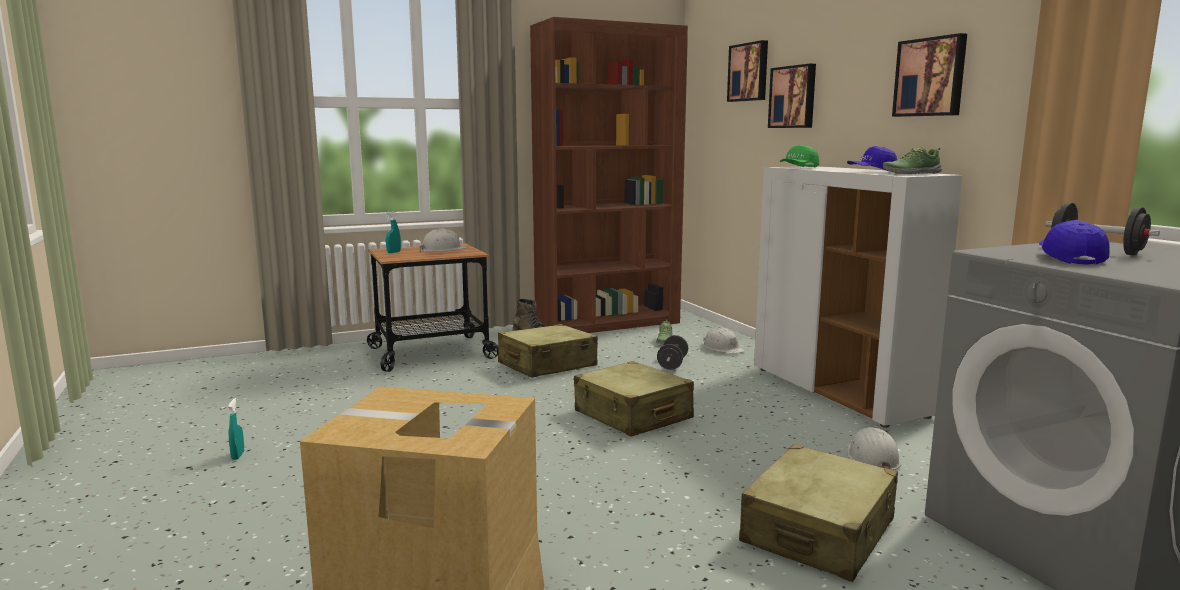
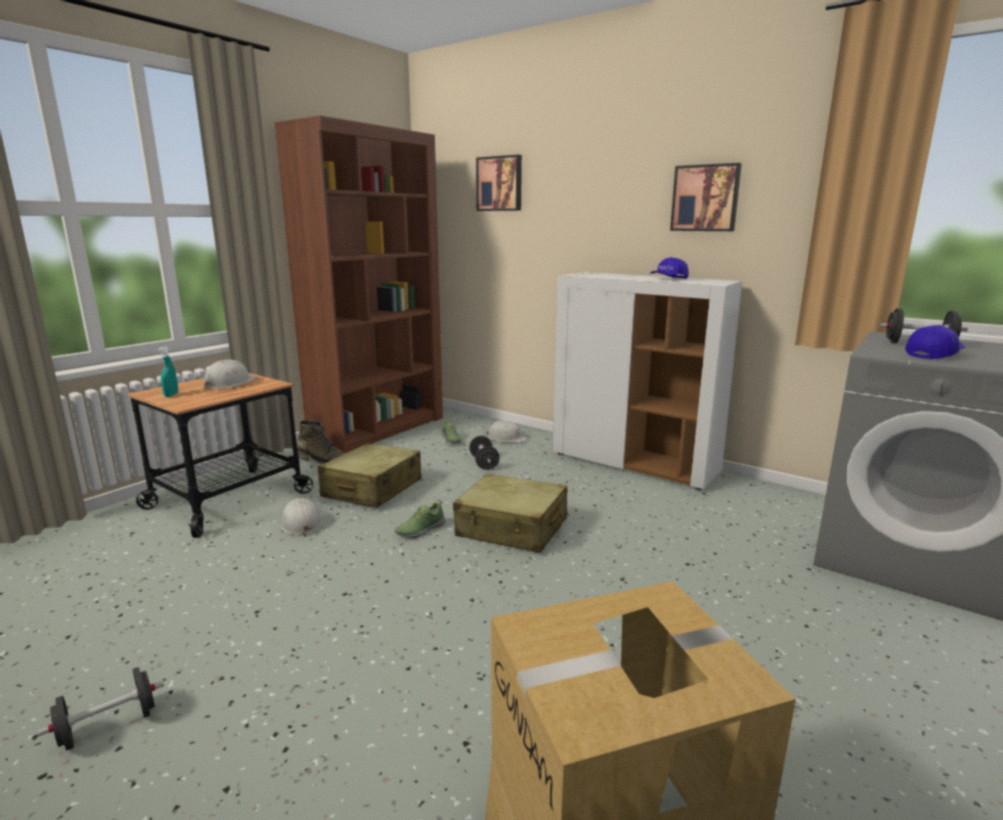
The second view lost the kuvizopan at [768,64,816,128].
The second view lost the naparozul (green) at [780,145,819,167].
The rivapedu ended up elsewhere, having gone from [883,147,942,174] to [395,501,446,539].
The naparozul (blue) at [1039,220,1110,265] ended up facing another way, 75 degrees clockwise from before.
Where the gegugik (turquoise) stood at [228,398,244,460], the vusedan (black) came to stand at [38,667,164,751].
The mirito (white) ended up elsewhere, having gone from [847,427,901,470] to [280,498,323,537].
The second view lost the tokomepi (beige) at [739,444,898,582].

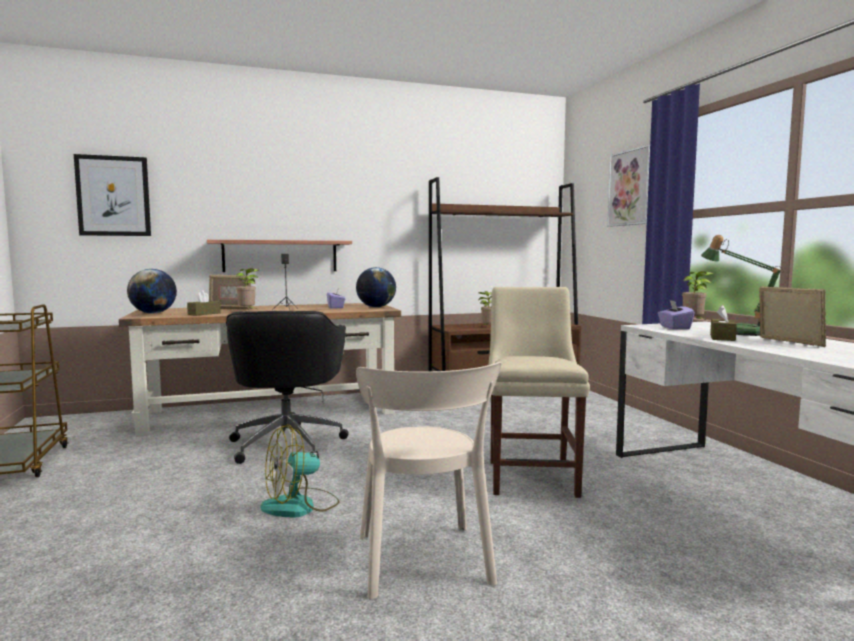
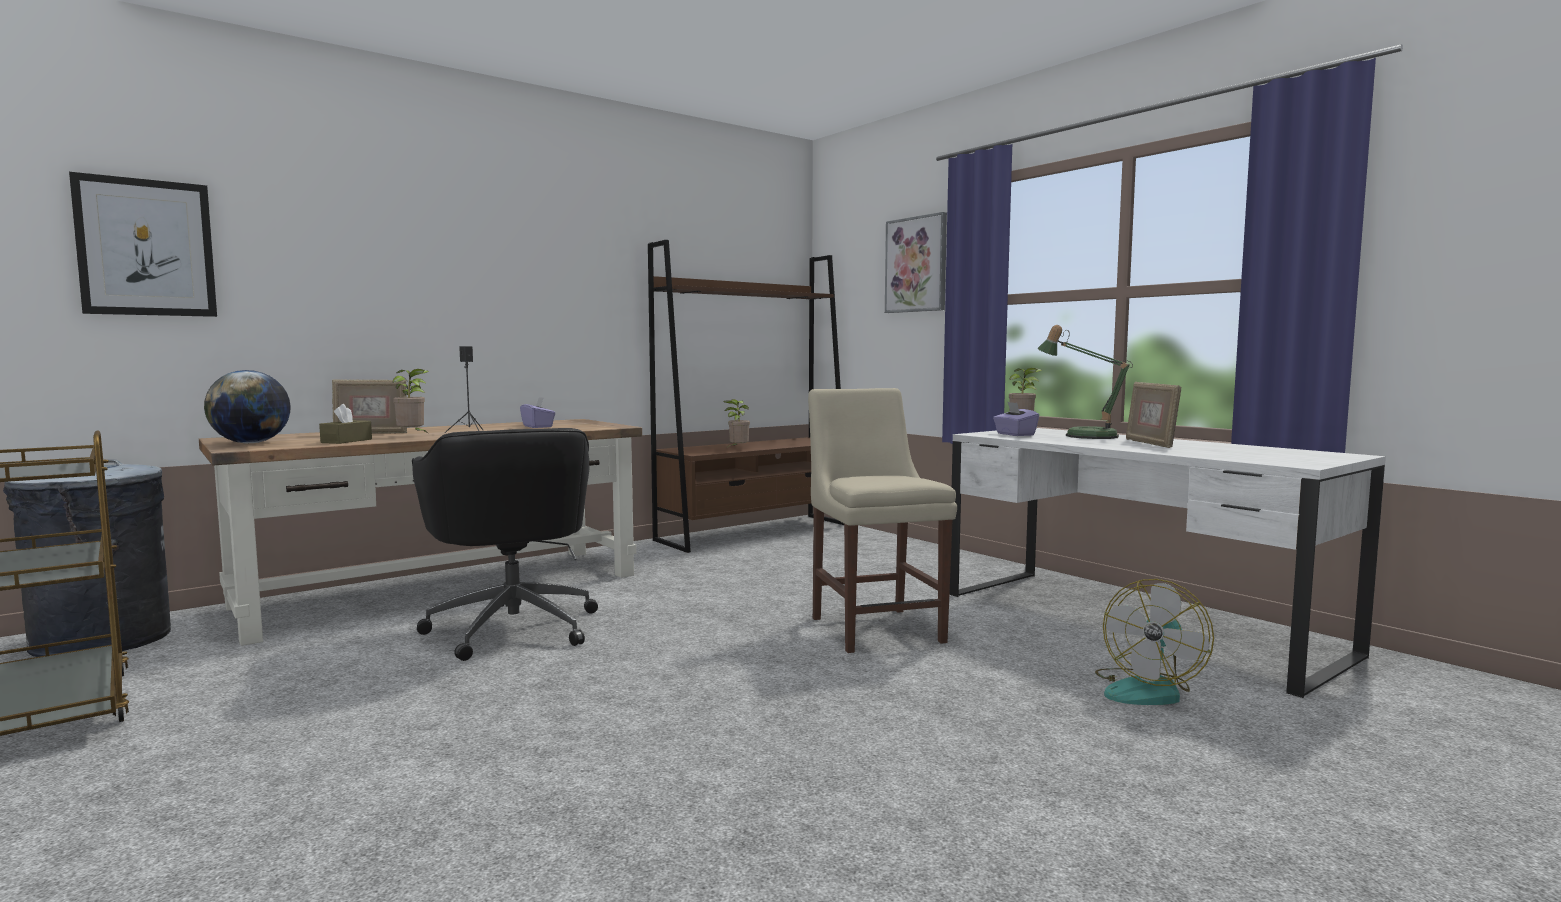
The second view lost the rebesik at [207,240,352,272].
The second view lost the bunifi at [356,267,396,307].
The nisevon at [759,286,826,347] ended up facing another way, 150 degrees counterclockwise from before.
The second view lost the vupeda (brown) at [710,305,737,341].
The second view lost the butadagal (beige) at [356,362,502,599].
The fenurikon ended up elsewhere, having gone from [260,424,340,518] to [1095,579,1214,705].
The second view gained the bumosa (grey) at [3,460,171,657].

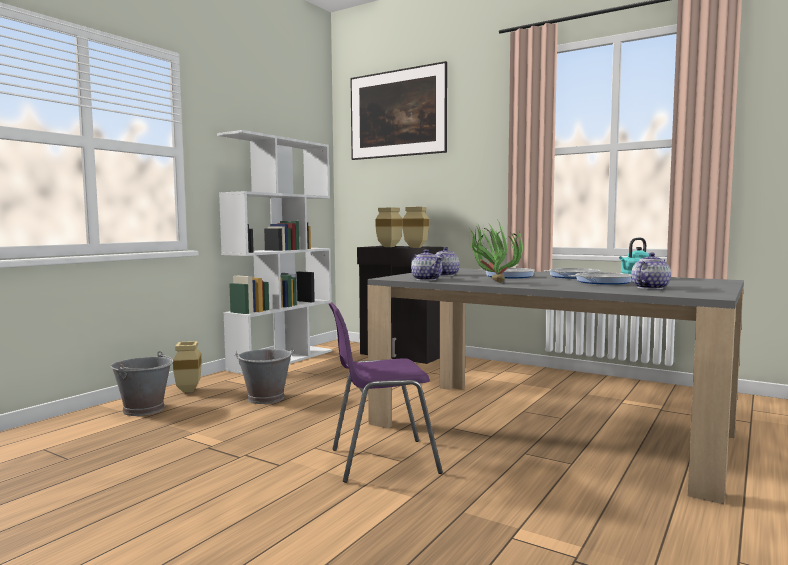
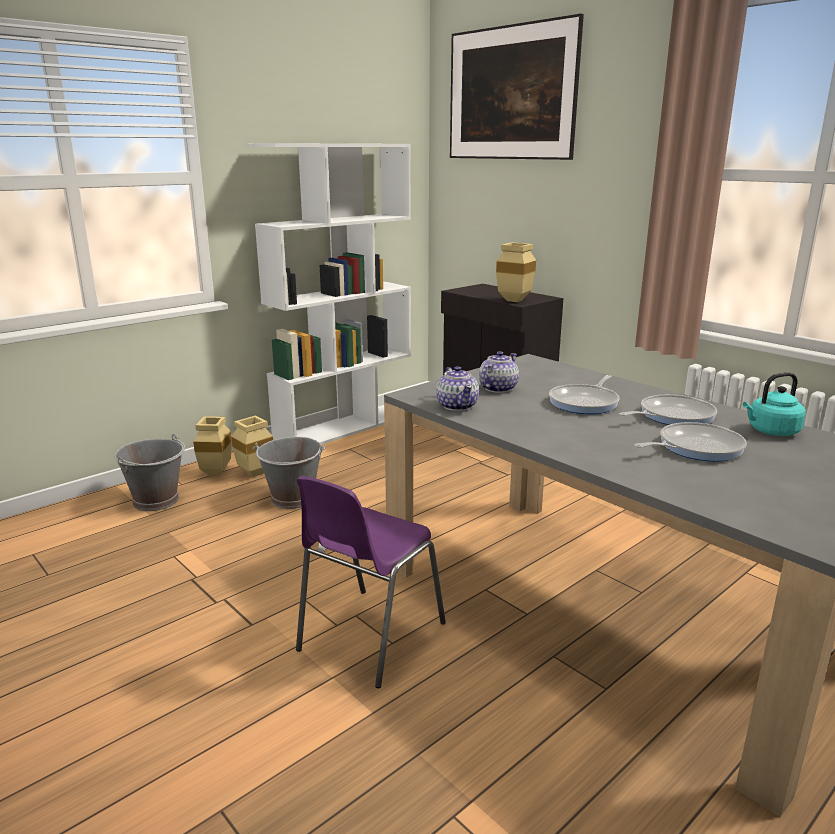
The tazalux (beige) ended up elsewhere, having gone from [375,208,403,247] to [231,416,273,477].
The second view lost the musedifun at [468,219,523,283].
The second view lost the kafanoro at [631,253,671,289].
The butadagal (purple) at [329,302,443,483] ended up facing another way, 60 degrees counterclockwise from before.

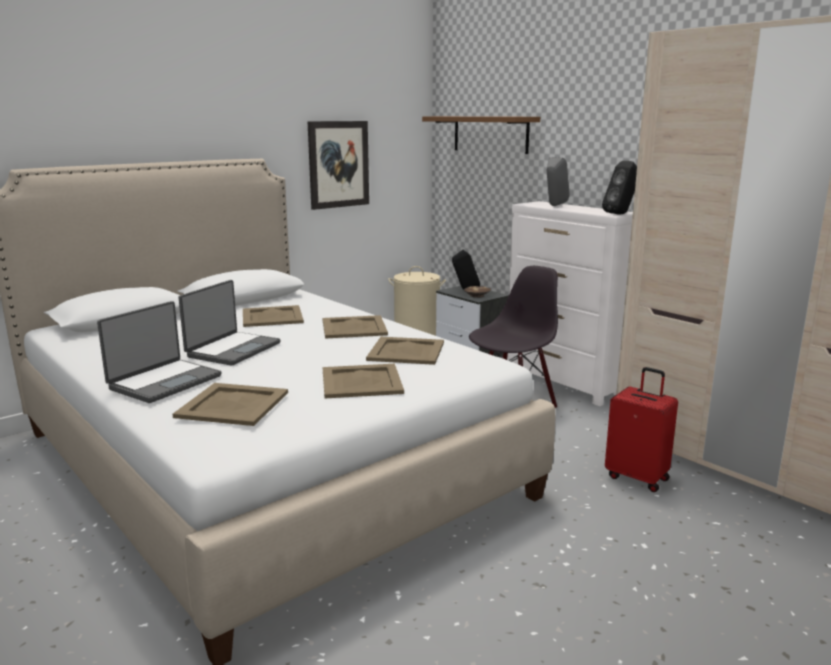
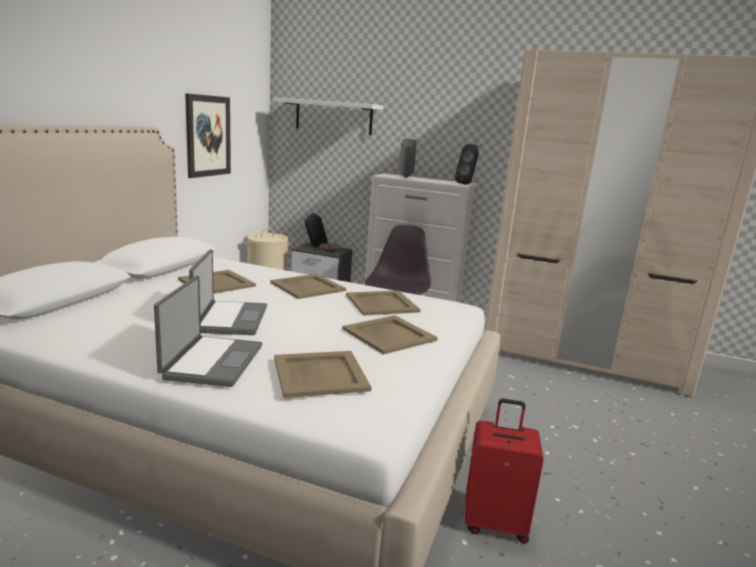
What was the rebesik (brown) at [422,116,540,154] turned into the rebesik (white) at [273,97,384,135].
The tokomepi (red) ended up elsewhere, having gone from [605,367,678,492] to [465,398,544,544].

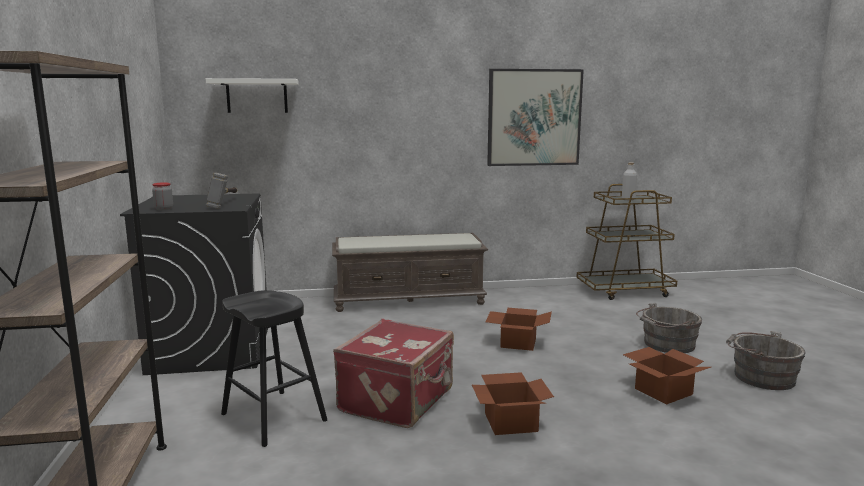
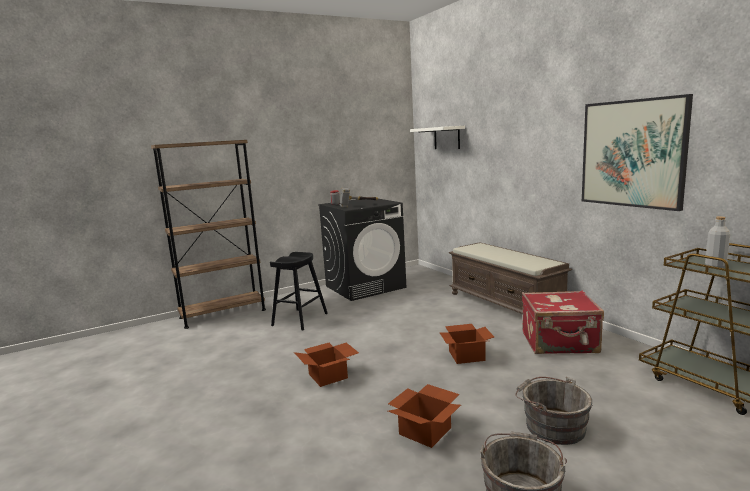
The tokomepi (red) ended up elsewhere, having gone from [333,319,454,428] to [522,290,604,354].

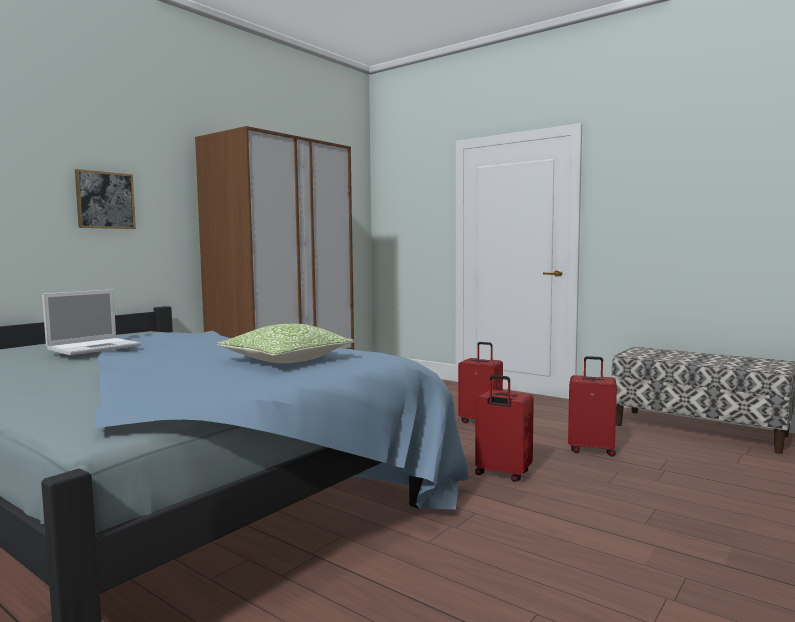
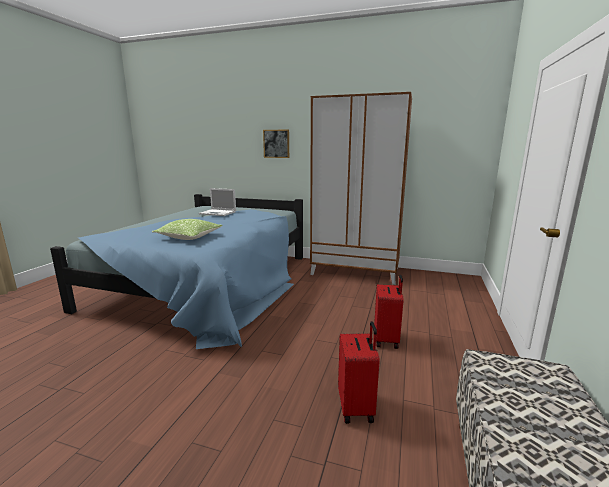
The second view lost the tokomepi (red) at [475,375,534,482].

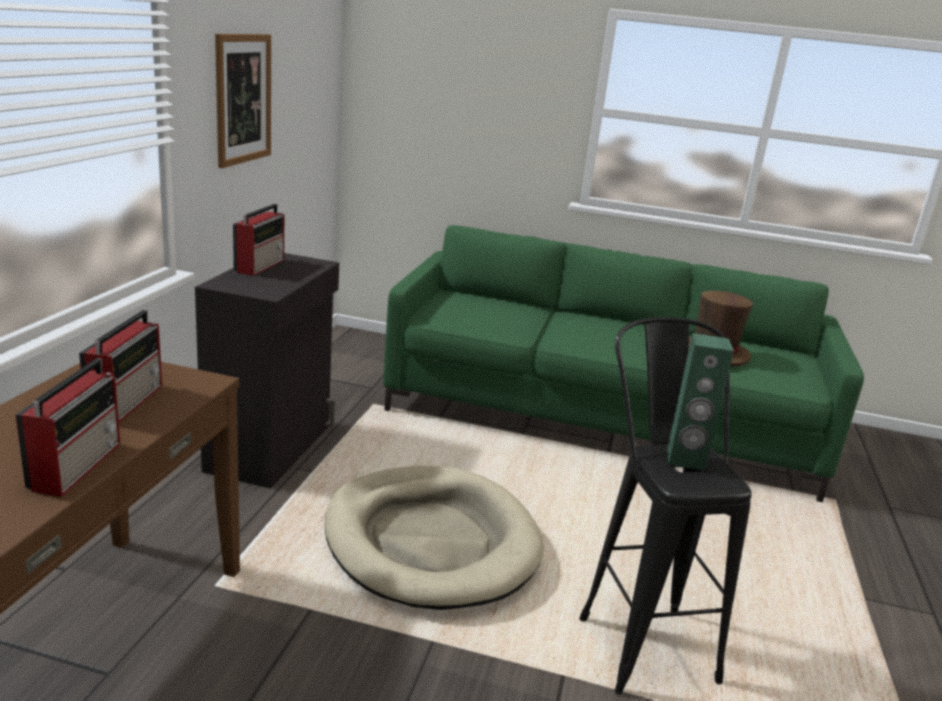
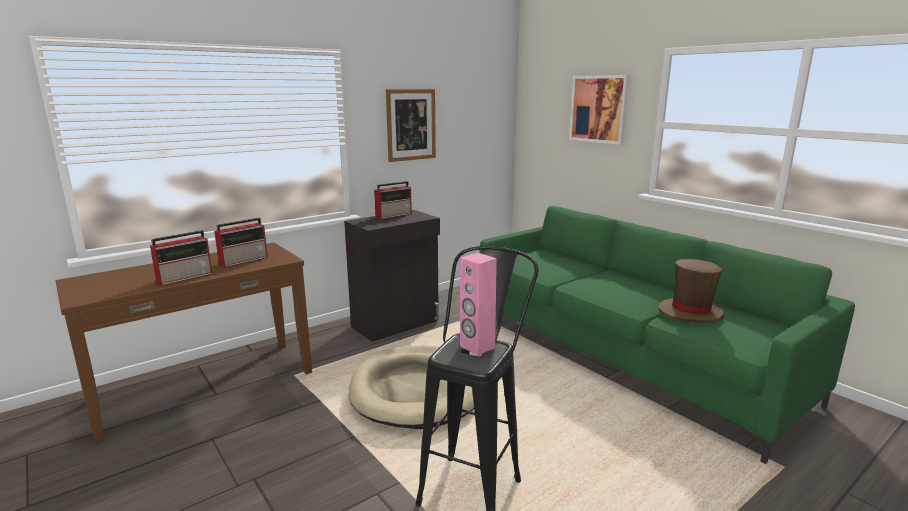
What was the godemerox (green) at [667,333,734,471] turned into the godemerox (pink) at [460,253,497,355].
The second view gained the kuvizopan at [569,75,630,145].

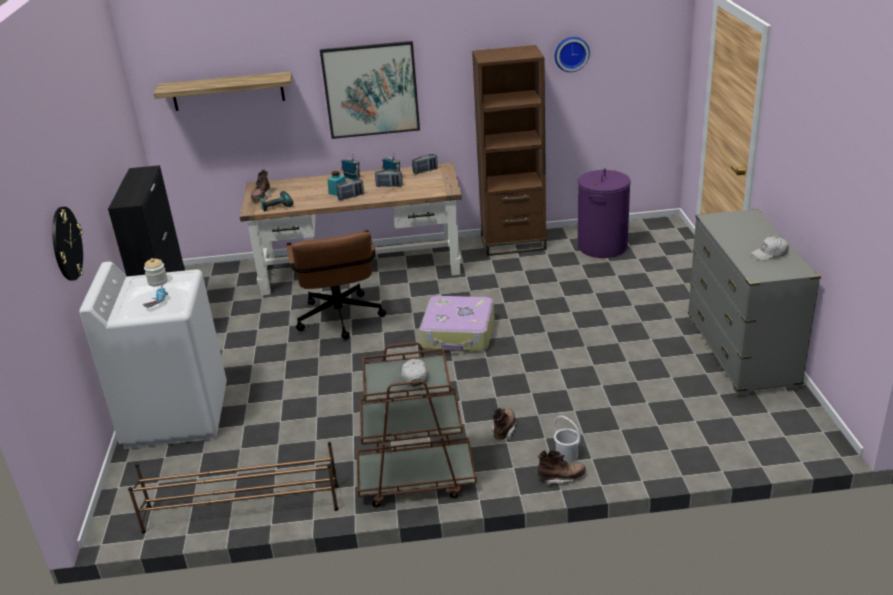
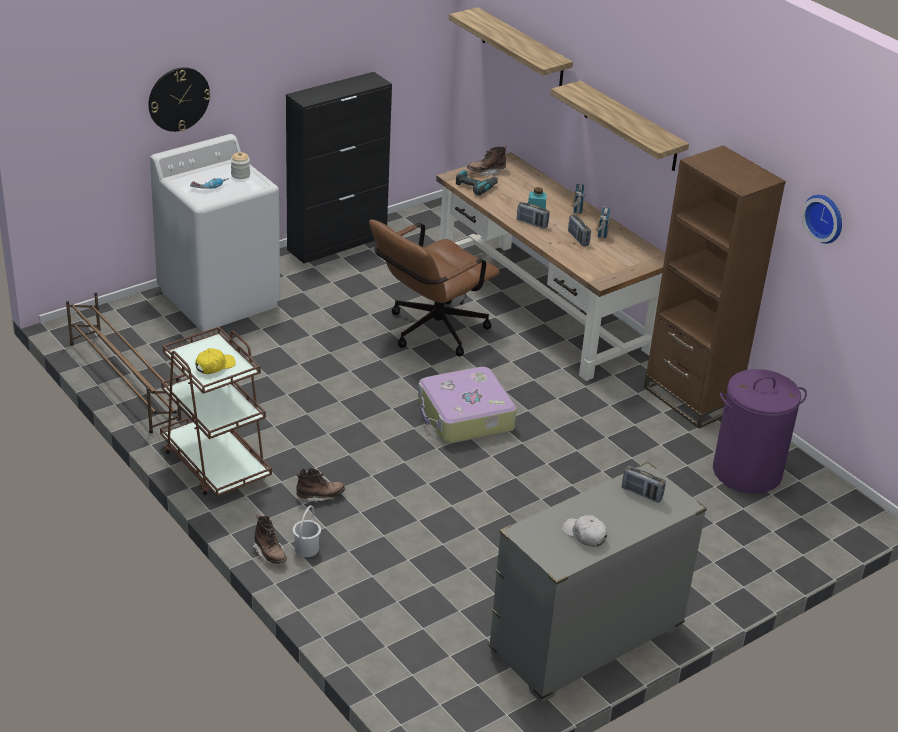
Where the kuvizopan hung at [320,41,420,139], the rebesik came to hang at [550,80,689,171].
The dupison ended up elsewhere, having gone from [412,154,438,174] to [622,466,666,503].
What was the naparozul (white) at [401,359,429,387] turned into the naparozul (yellow) at [195,348,236,374].

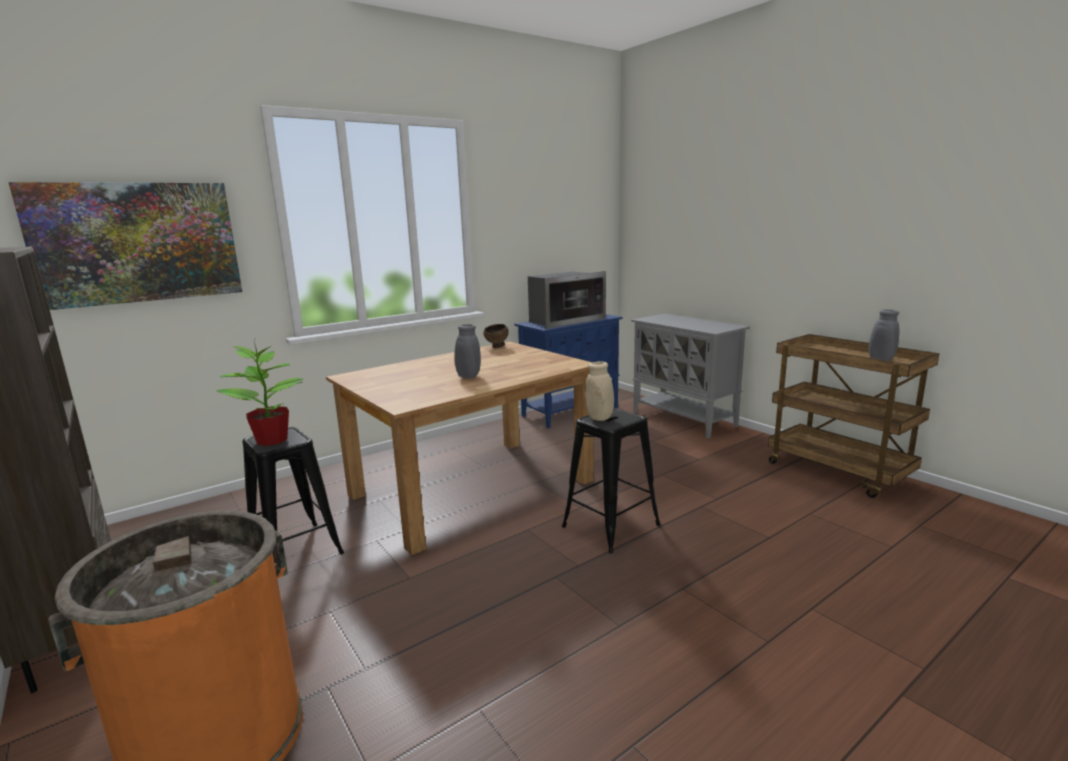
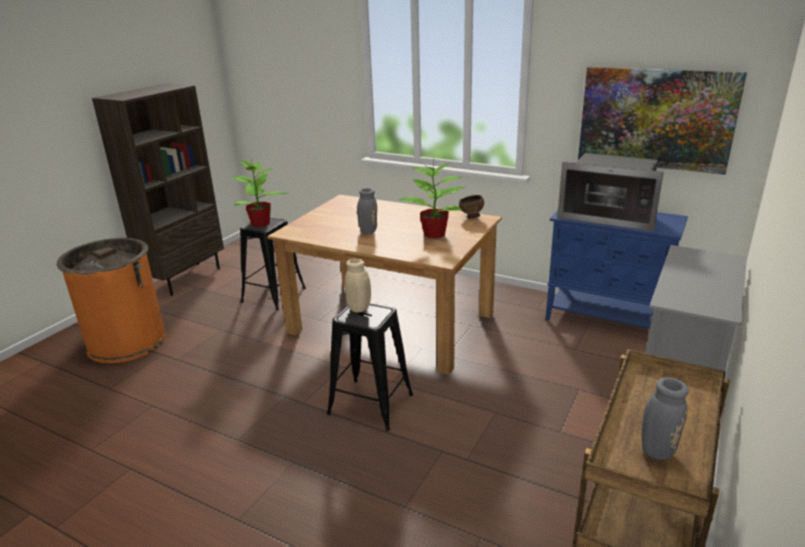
The kuvizopan ended up elsewhere, having gone from [9,182,242,310] to [578,67,747,175].
The second view gained the musedifun at [398,160,465,238].

